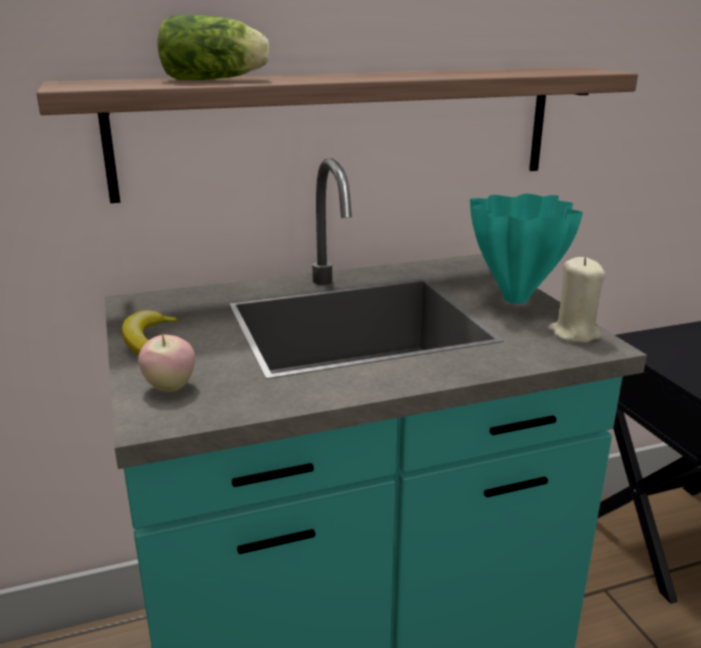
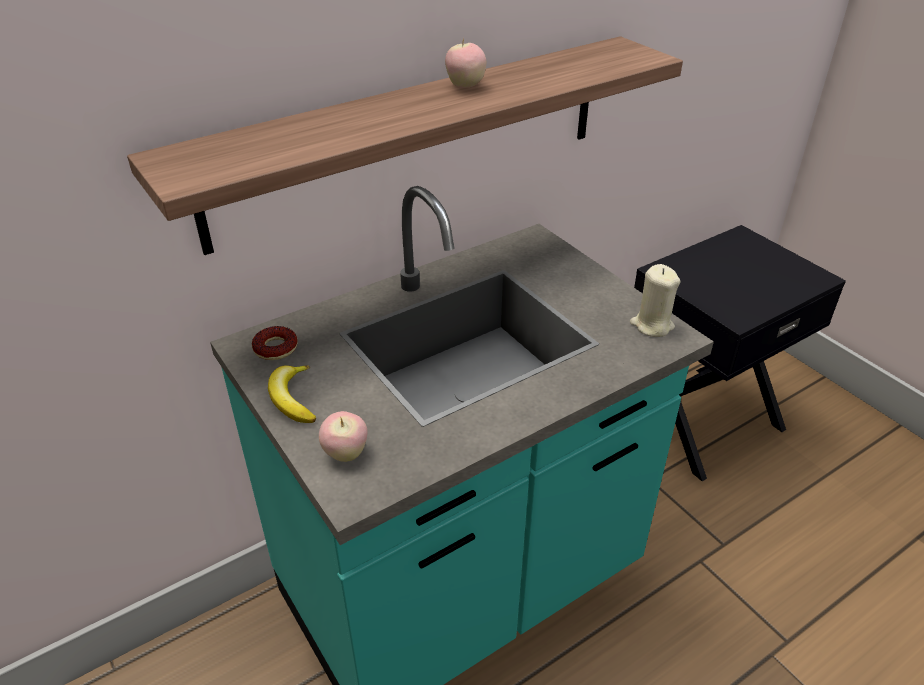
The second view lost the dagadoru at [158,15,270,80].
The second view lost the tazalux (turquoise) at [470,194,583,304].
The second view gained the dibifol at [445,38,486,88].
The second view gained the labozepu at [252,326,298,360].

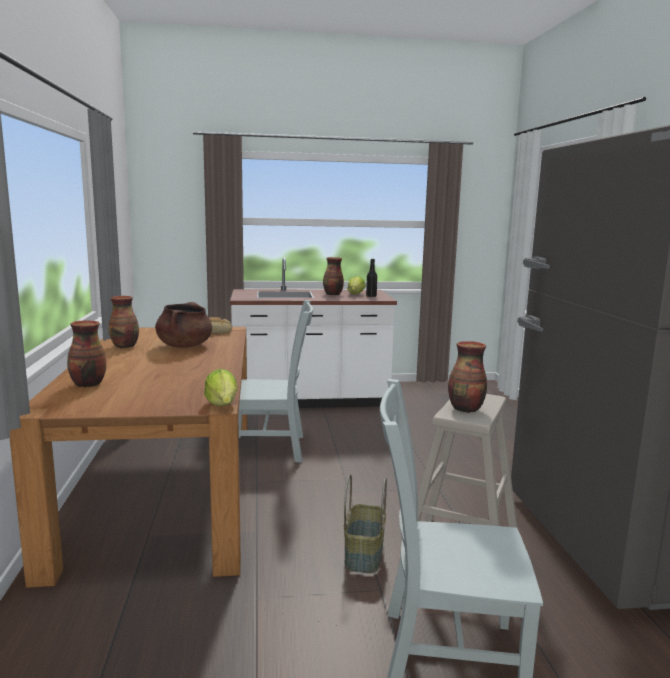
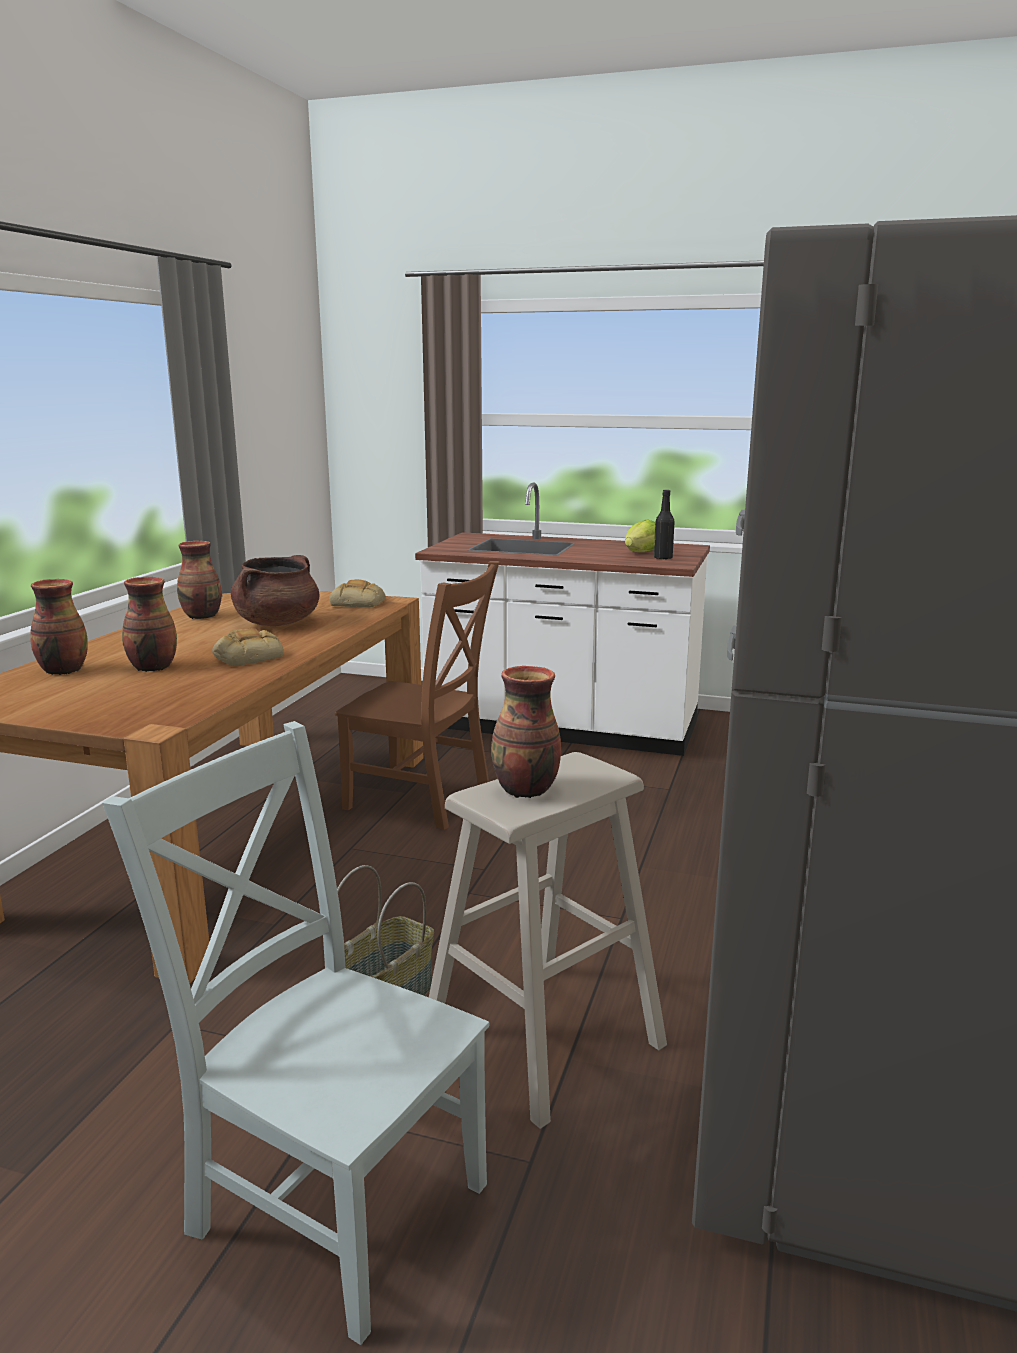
The tazalux ended up elsewhere, having gone from [323,257,344,295] to [122,577,177,672].
What was the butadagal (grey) at [238,300,313,463] turned into the butadagal (brown) at [335,561,500,830].
The second view lost the dagadoru at [204,369,238,406].
The second view gained the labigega at [212,628,284,666].

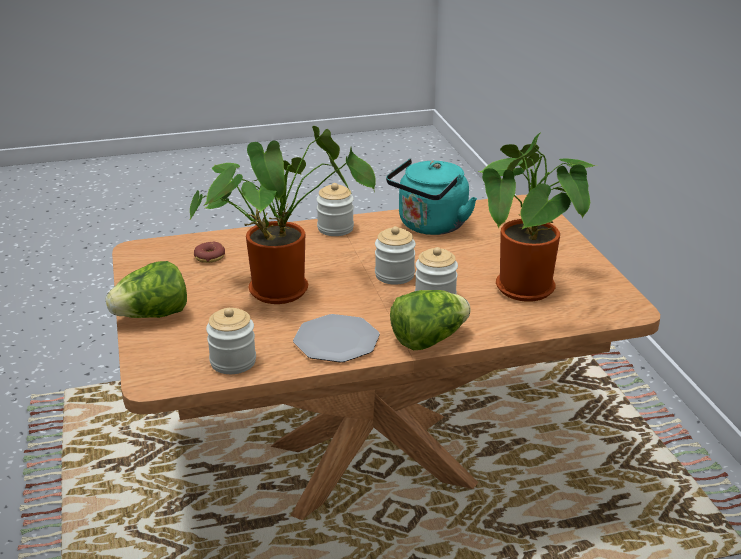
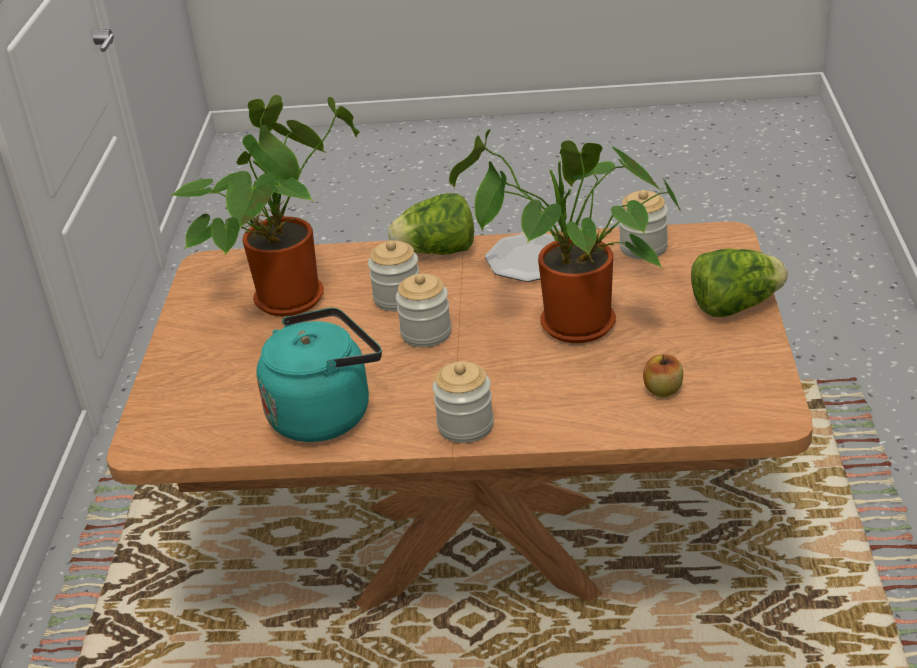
Where the labozepu stood at [194,242,225,263], the dibifol came to stand at [643,354,683,397].

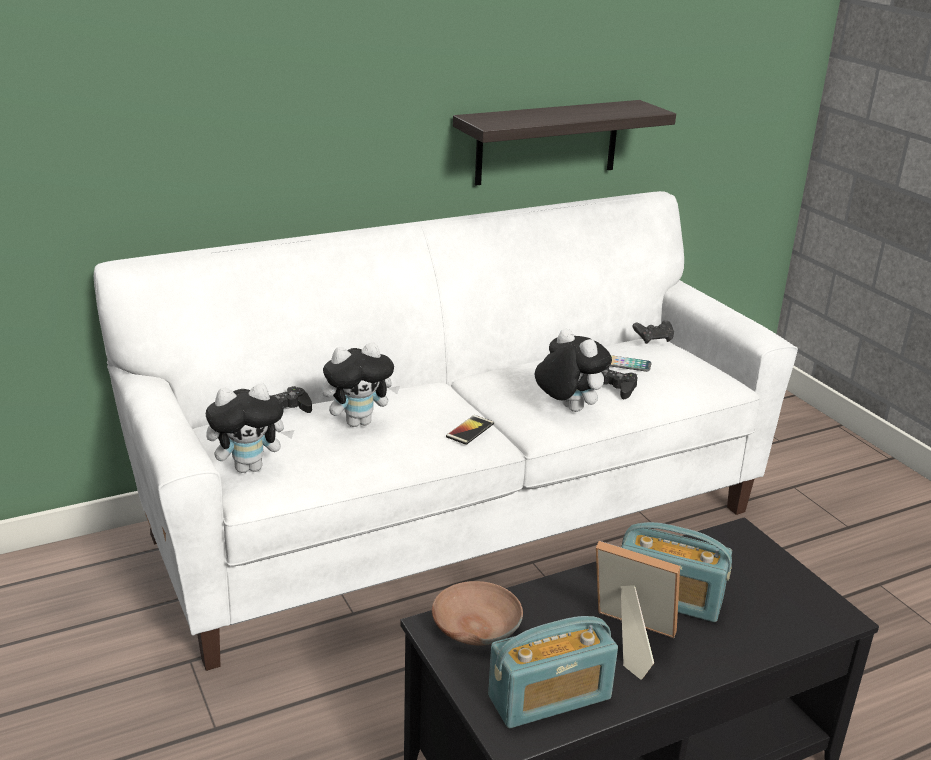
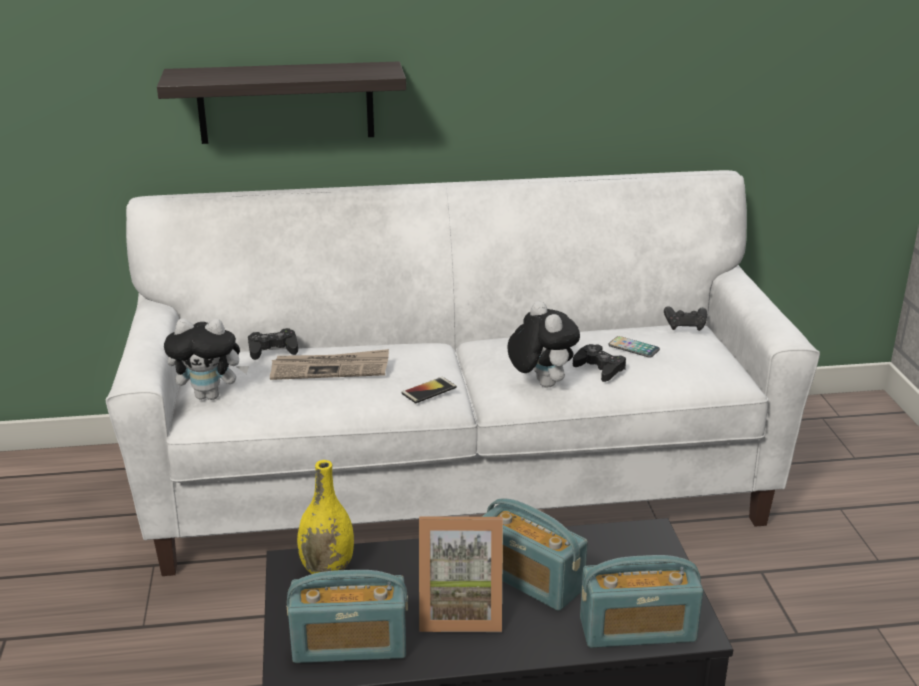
The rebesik ended up elsewhere, having gone from [453,100,676,185] to [157,61,406,144].
Where the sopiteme stood at [322,342,400,427], the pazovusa came to stand at [270,349,389,380].
The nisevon at [596,541,680,680] ended up facing another way, 135 degrees clockwise from before.
Where the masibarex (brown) stood at [432,581,523,646], the tazalux (yellow) came to stand at [297,460,354,574].
The second view gained the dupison at [580,555,703,648].

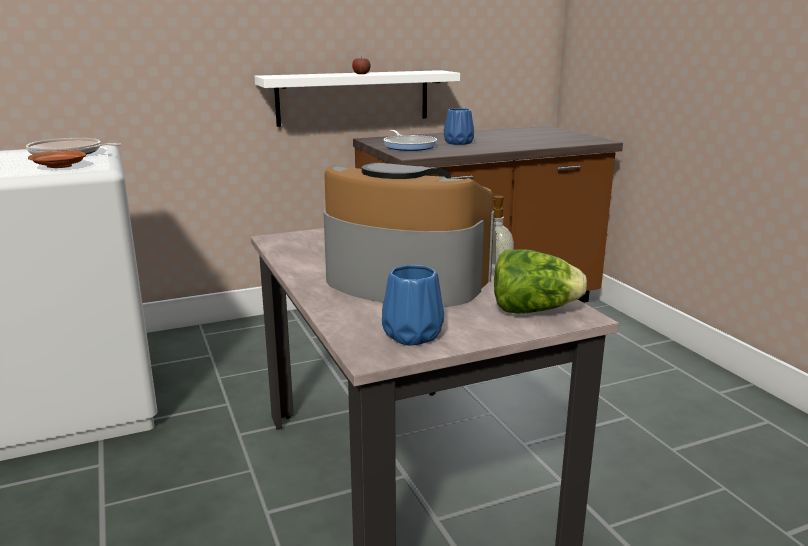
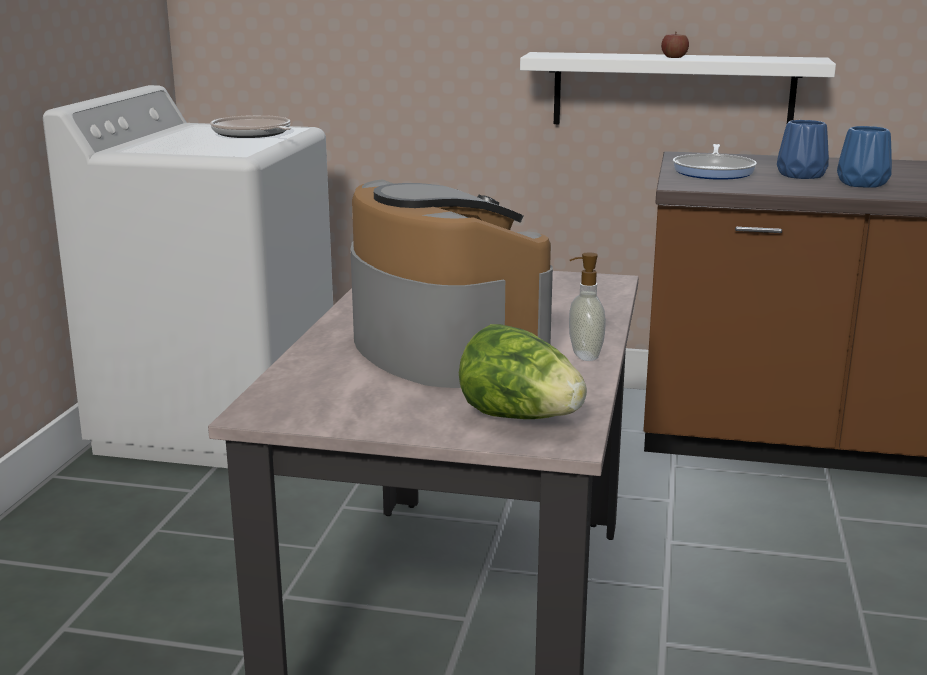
The second view lost the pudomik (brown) at [28,150,86,168].
The tazalux (blue) ended up elsewhere, having gone from [382,265,444,346] to [837,126,892,188].

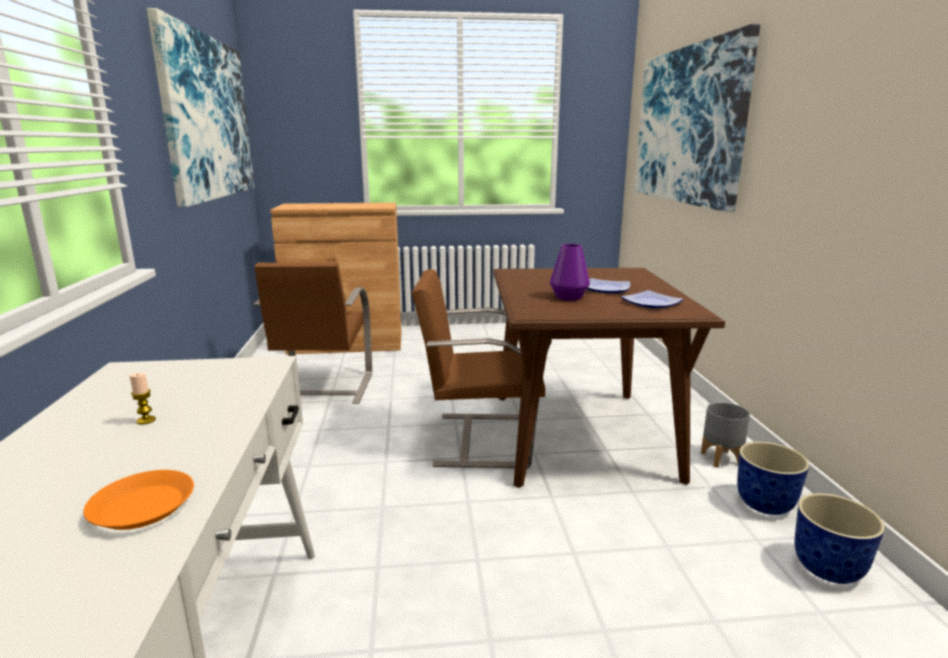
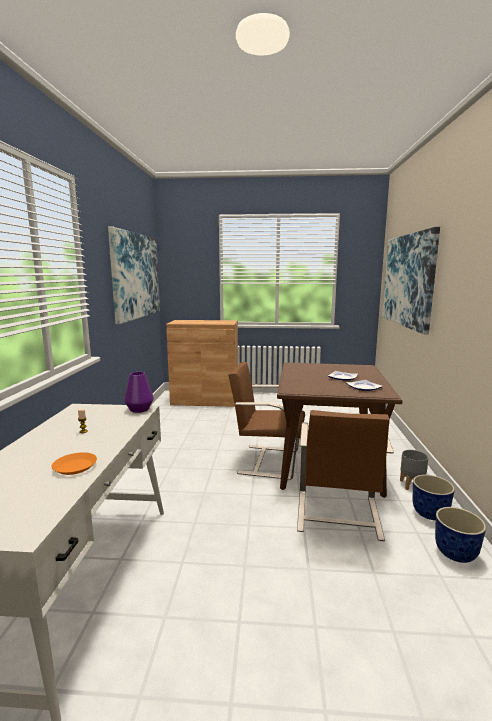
The tazalux (purple) ended up elsewhere, having gone from [550,244,590,301] to [124,372,154,413].
The butadagal (brown) ended up elsewhere, having gone from [254,262,372,404] to [297,410,394,541].

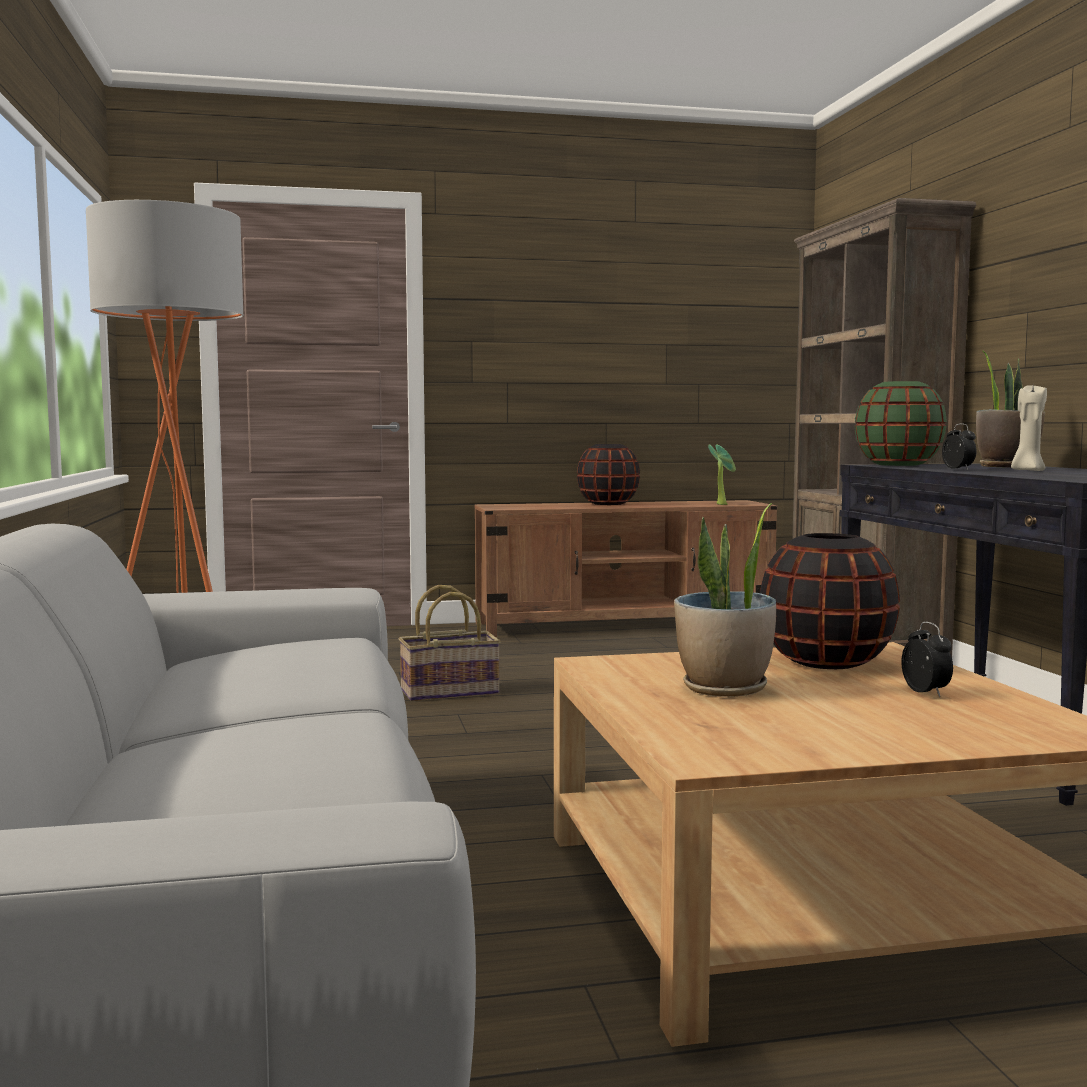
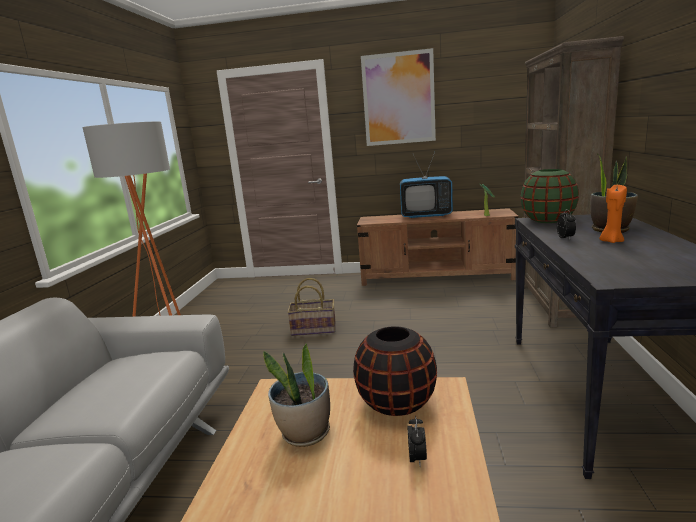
What was the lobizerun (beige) at [1011,385,1047,471] turned into the lobizerun (orange) at [600,185,627,243].
Where the tazalux (black) stood at [577,444,640,505], the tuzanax came to stand at [400,152,453,218].
The second view gained the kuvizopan at [361,48,436,146].

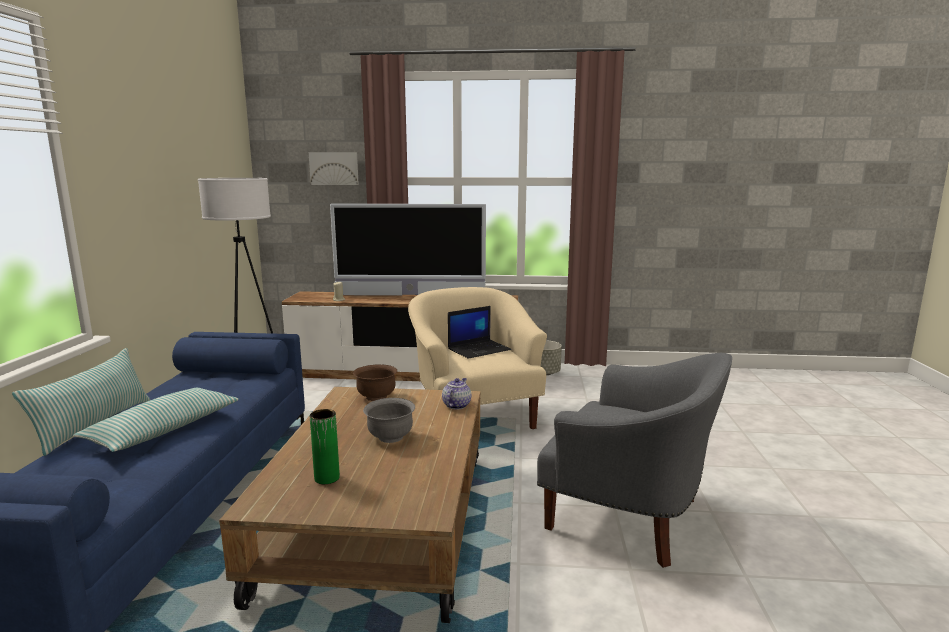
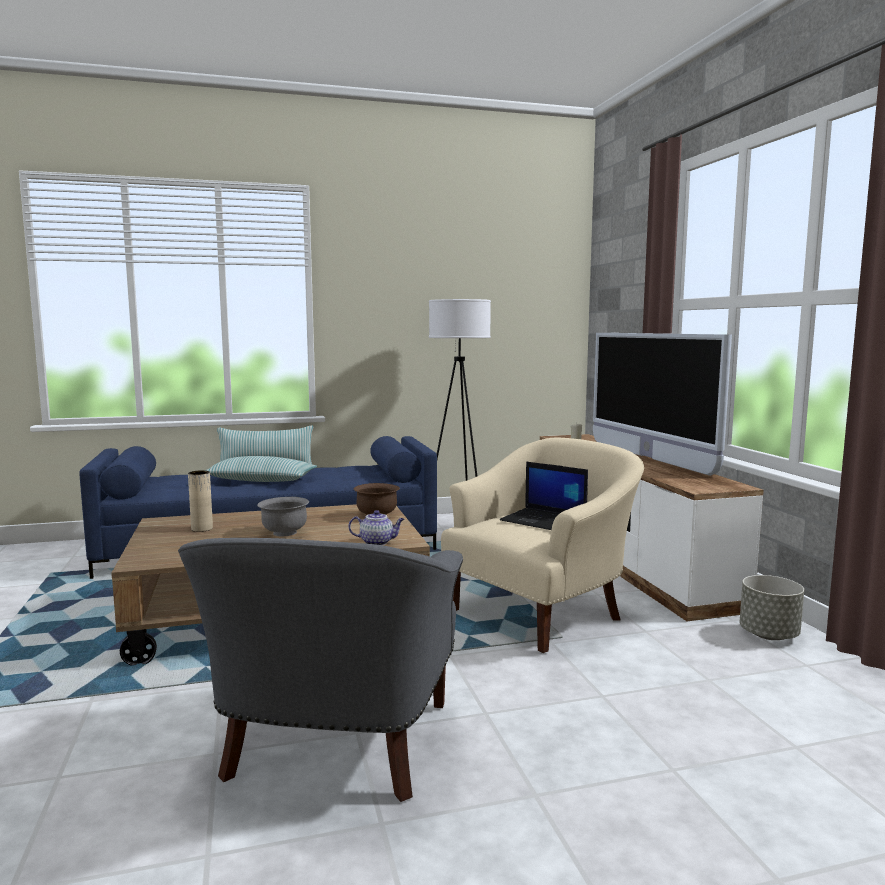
The second view lost the kuvizopan at [309,152,359,185].
What was the tazalux (green) at [310,409,340,484] turned into the tazalux (beige) at [188,470,213,532].

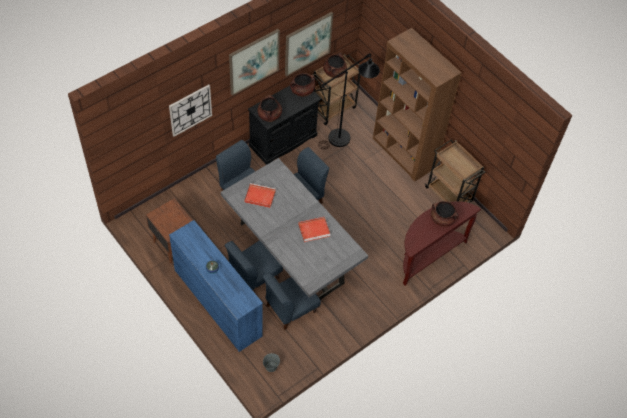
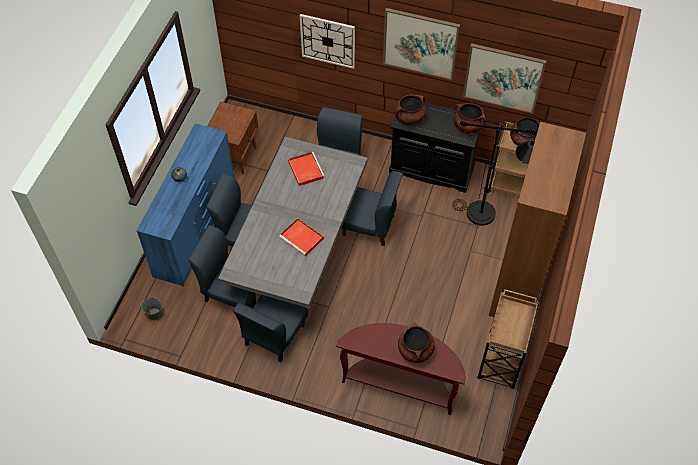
The second view gained the butadagal (blue) at [233,295,308,362].

